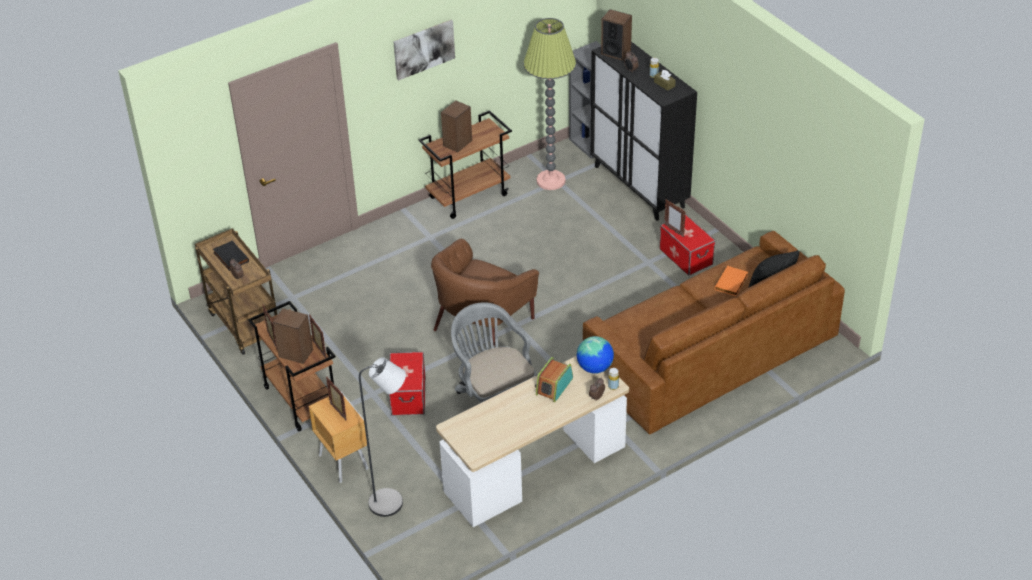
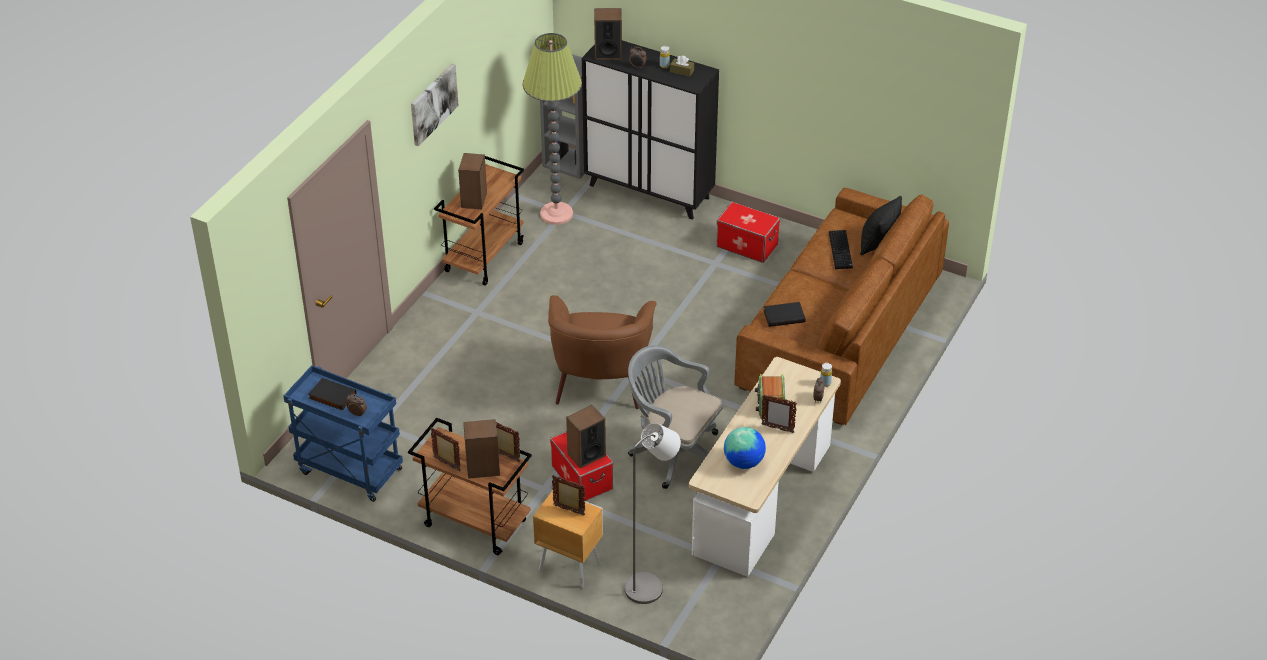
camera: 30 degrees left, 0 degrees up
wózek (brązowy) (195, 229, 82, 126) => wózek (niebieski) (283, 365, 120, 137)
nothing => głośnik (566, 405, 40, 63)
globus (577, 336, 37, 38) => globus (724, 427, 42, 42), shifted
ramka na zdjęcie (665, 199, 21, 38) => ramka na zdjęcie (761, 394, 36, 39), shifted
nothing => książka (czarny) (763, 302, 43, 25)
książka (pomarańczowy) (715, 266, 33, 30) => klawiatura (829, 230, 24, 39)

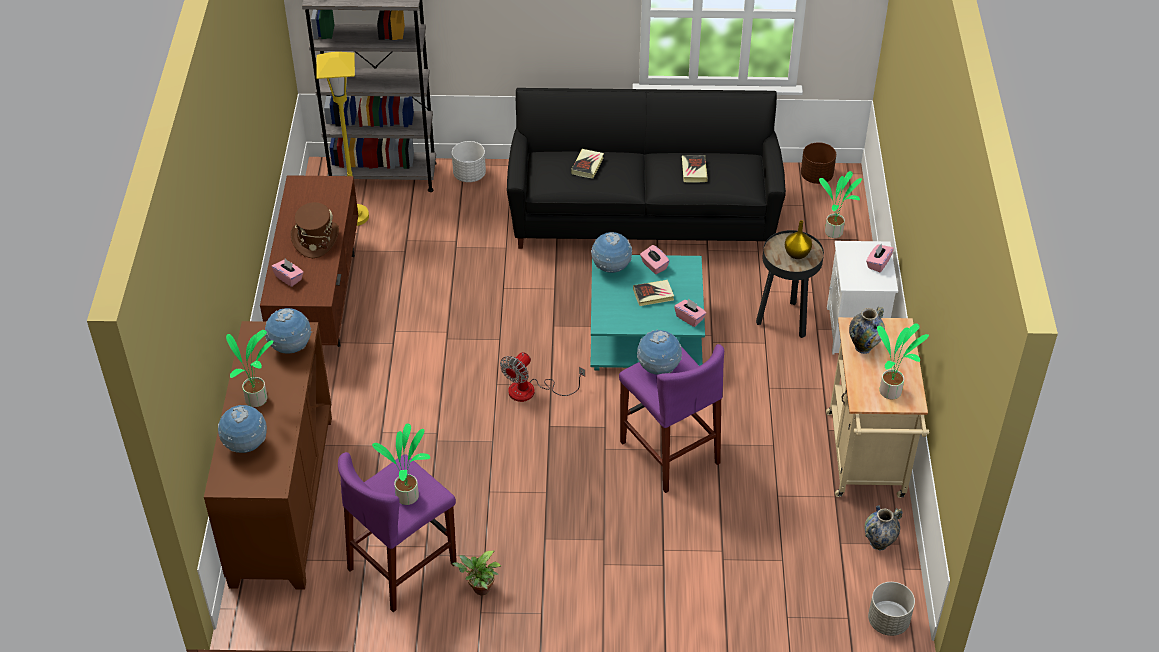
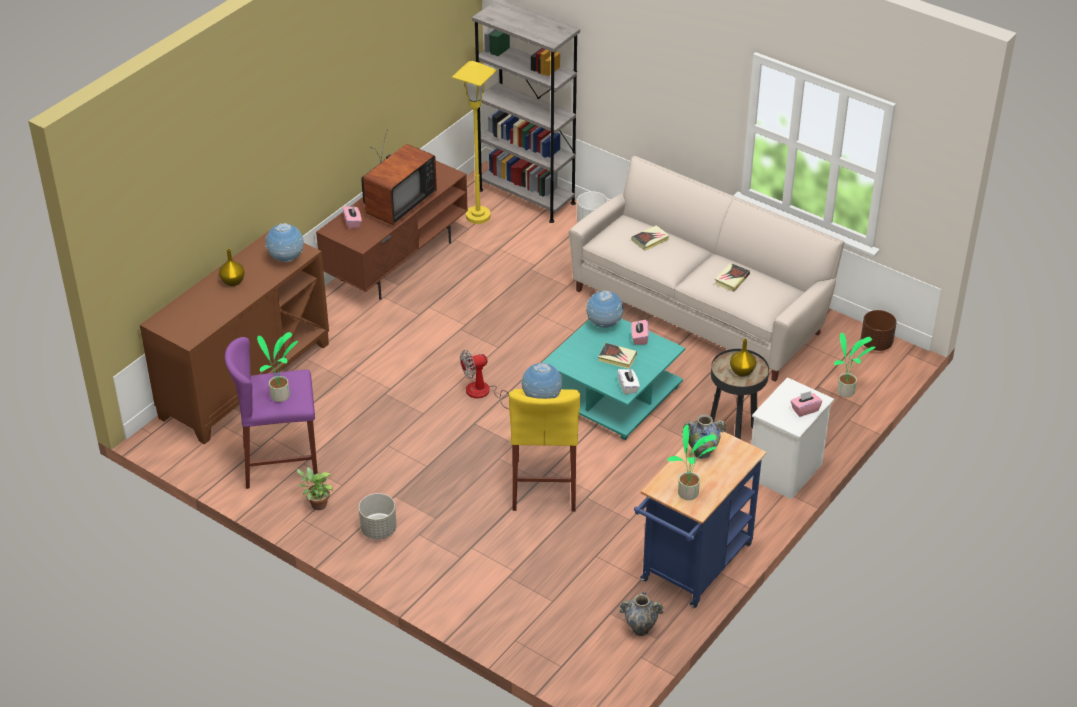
camera: 35 degrees right, 5 degrees down
roślina doniczkowa (226, 330, 48, 77) => wazon (żółty) (219, 249, 26, 37)
donica (szary) (868, 582, 47, 54) => donica (szary) (359, 493, 38, 46), shifted
kapelusz (brązowy) (290, 202, 49, 56) => telewizor (361, 129, 76, 97)
stołek (fioletowy) (619, 344, 105, 149) => stołek (żółty) (509, 389, 71, 123)
kanapa (czarny) (507, 88, 279, 161) => kanapa (beżowy) (569, 156, 275, 225)
pudełko chusteczek (różowy) (674, 298, 32, 29) => pudełko chusteczek (biały) (617, 368, 23, 27)
wózek (beżowy) (826, 317, 103, 181) => wózek (niebieski) (634, 432, 132, 176)
globus (218, 405, 49, 48) => nothing

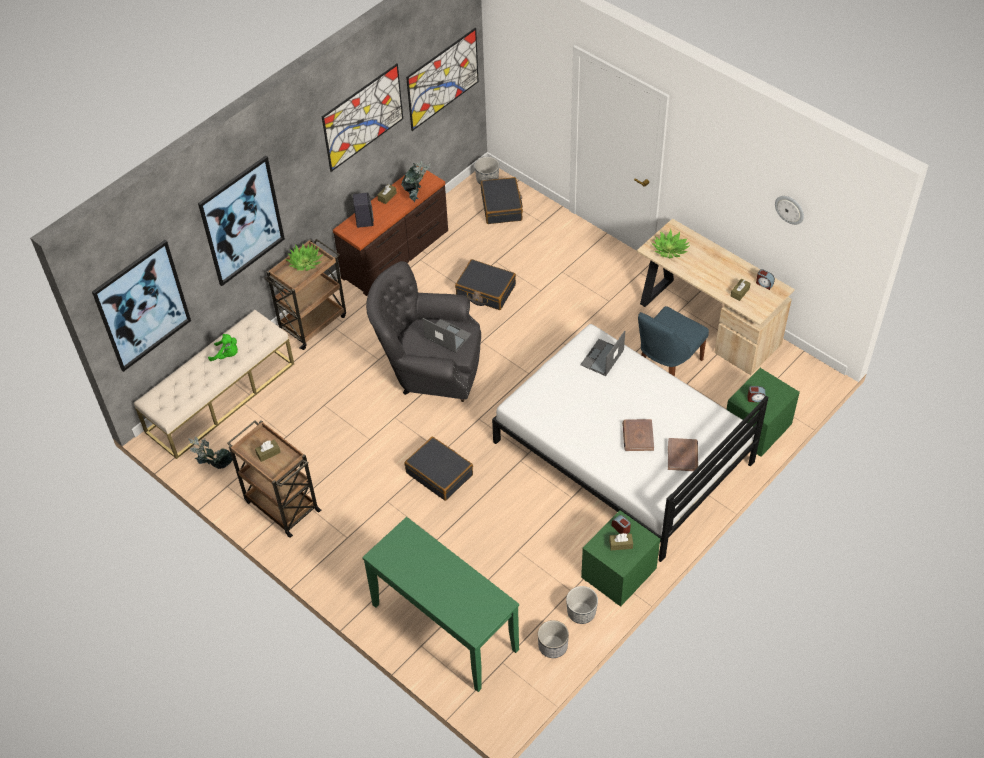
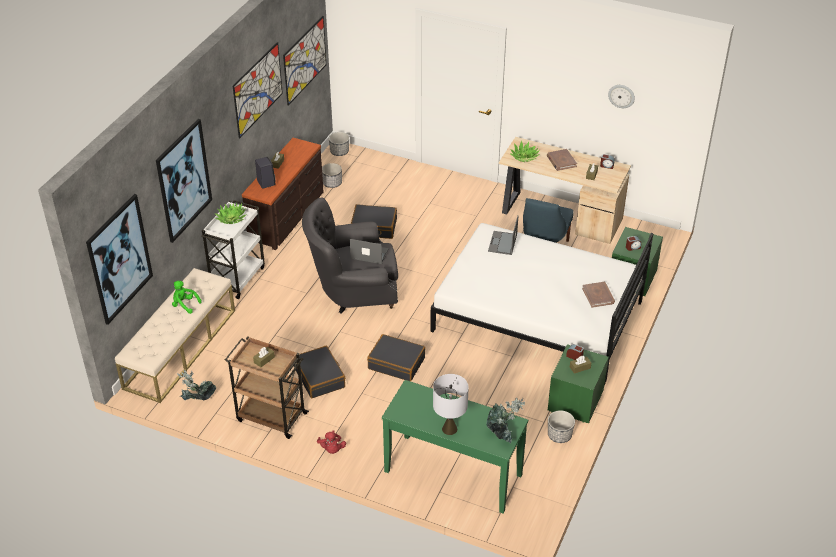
camera: 20 degrees left, 10 degrees down
pluszak (zielony) (208, 334, 30, 27) => pluszak (zielony) (172, 281, 30, 33), 150 degrees counterclockwise
wózek (brązowy) (264, 239, 82, 111) => wózek (biały) (201, 200, 64, 99)
walizka (czarny) (481, 177, 42, 47) => walizka (czarny) (294, 346, 51, 52), shifted
nothing => pluszak (czerwony) (317, 430, 29, 24)
donica (538, 620, 31, 38) => donica (322, 163, 20, 25), shifted
nothing => lampa stołowa (szary) (433, 374, 36, 61)
roślina doniczkowa (401, 161, 29, 41) => roślina doniczkowa (486, 398, 39, 46), shifted
książka (brązowy) (622, 419, 32, 32) => książka (brązowy) (547, 149, 30, 22), shifted

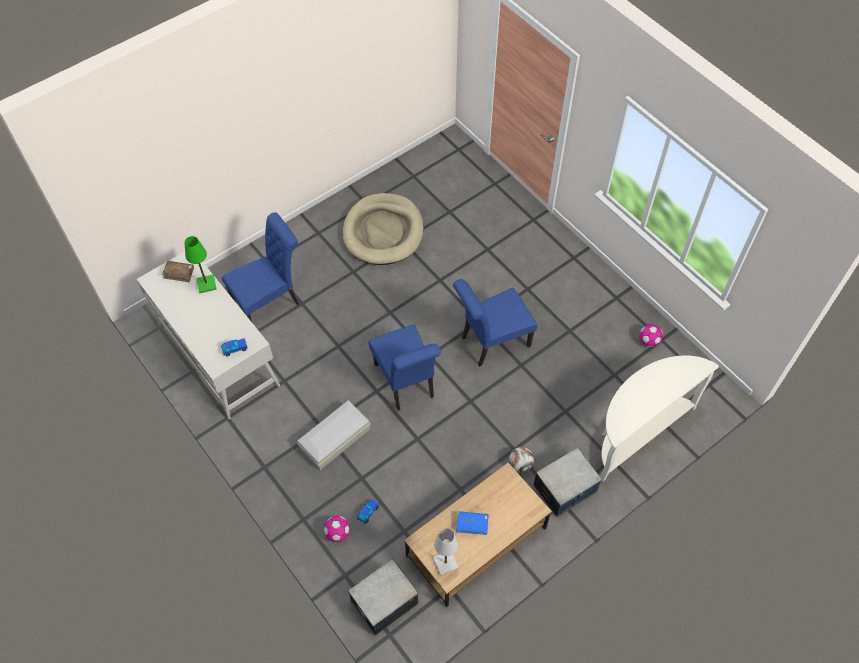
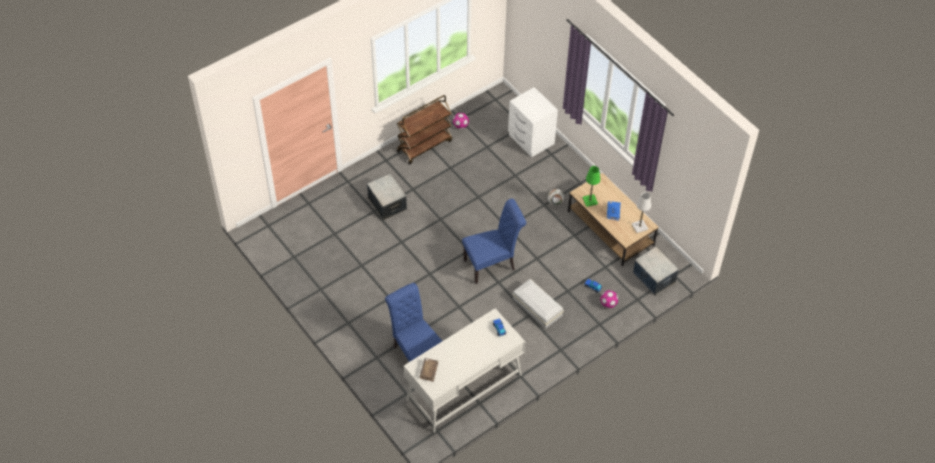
camera: 90 degrees left, 5 degrees down
pojemnik do przechowywania (534, 448, 68, 69) => pojemnik do przechowywania (367, 174, 40, 46), shifted
nothing => wózek (brązowy) (397, 95, 55, 70)
stolik konsolowy (biały) (600, 356, 119, 126) => szafka nocna (biały) (508, 87, 50, 70)
lampa stołowa (zielony) (184, 236, 32, 57) => lampa stołowa (zielony) (583, 166, 17, 41), shifted
legowisko (beżowy) (343, 193, 80, 72) => nothing
krzesło (niebieski) (453, 279, 84, 88) => nothing

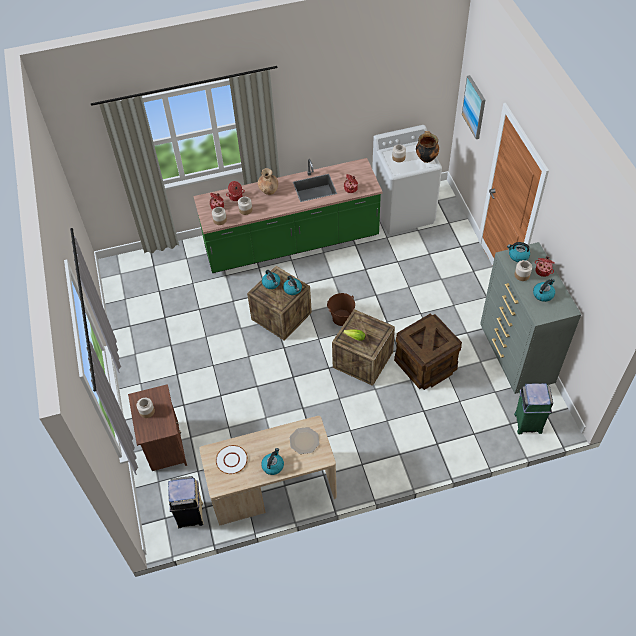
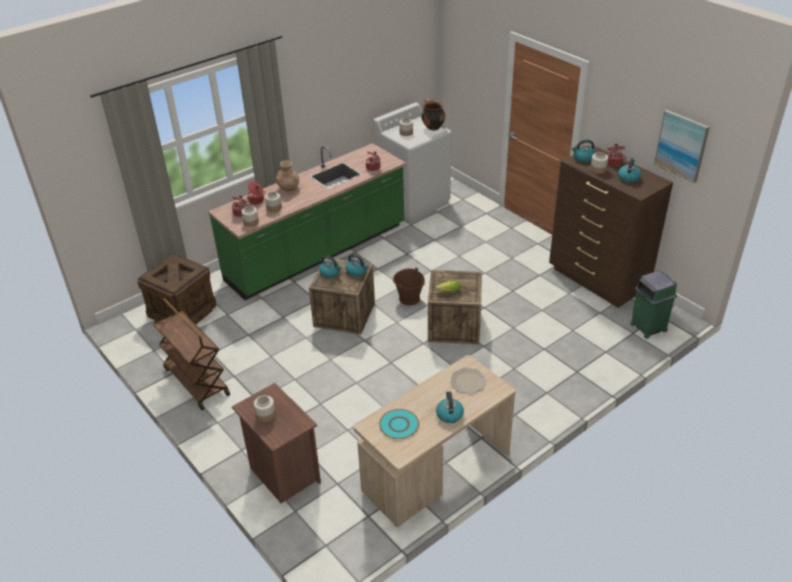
camera: 25 degrees left, 15 degrees down
skrzynka (394, 313, 68, 77) => skrzynka (137, 255, 79, 69), shifted
nothing => wózek (brązowy) (153, 298, 77, 112)
talerz (biały) (216, 445, 32, 29) => talerz (turkusowy) (379, 409, 40, 30)
komoda (szary) (480, 242, 101, 152) => komoda (brązowy) (549, 146, 124, 162)
obraz (462, 75, 23, 64) => obraz (654, 110, 56, 73), shifted
kosz na śmieci (beżowy) (168, 476, 36, 52) => nothing

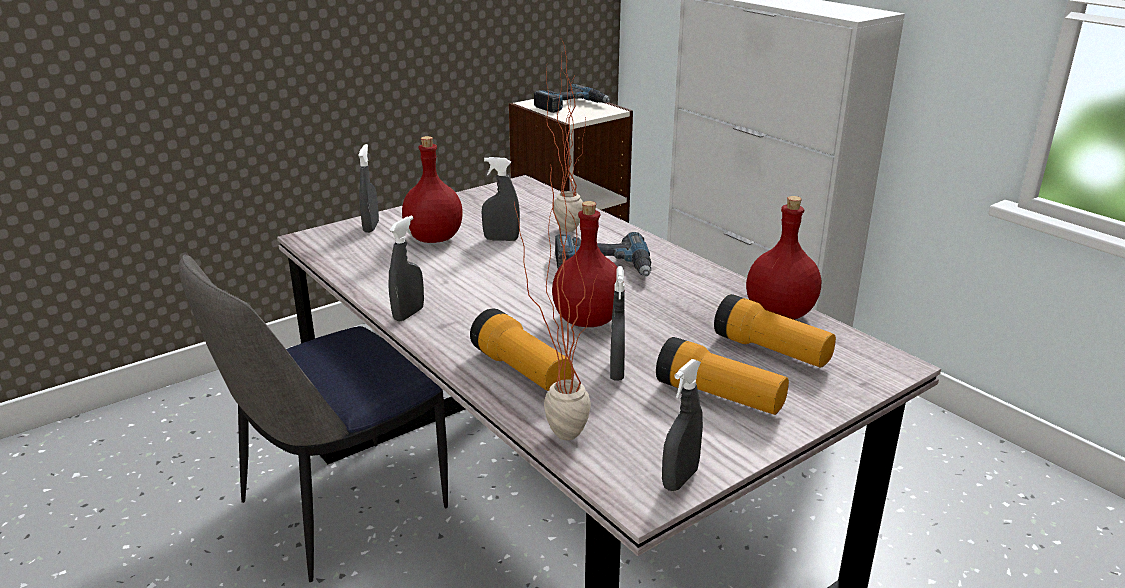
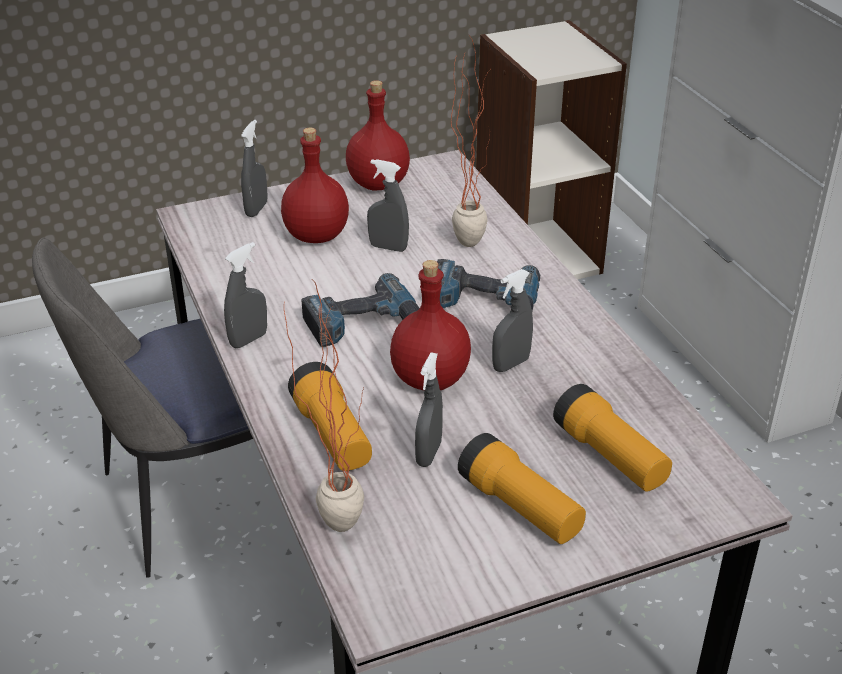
camera: 15 degrees right, 10 degrees up
wiertarka (534, 84, 76, 29) => wiertarka (301, 273, 119, 74), shifted
butelka (czerwony) (746, 196, 75, 124) => butelka (czerwony) (346, 80, 64, 111), shifted
spryskiwacz (szary) (662, 359, 41, 132) => spryskiwacz (szary) (492, 269, 41, 103), shifted

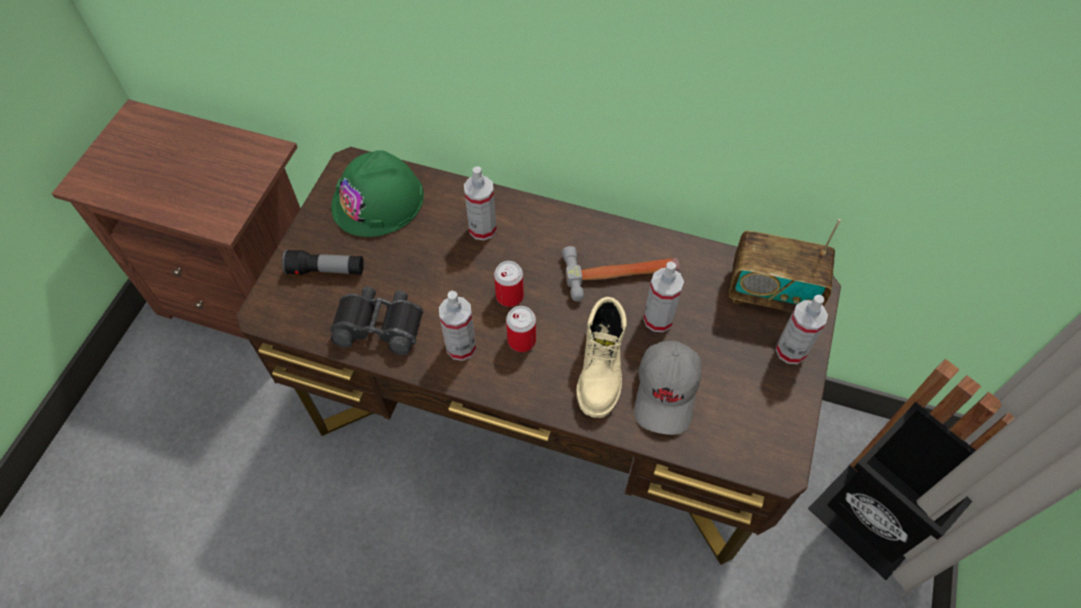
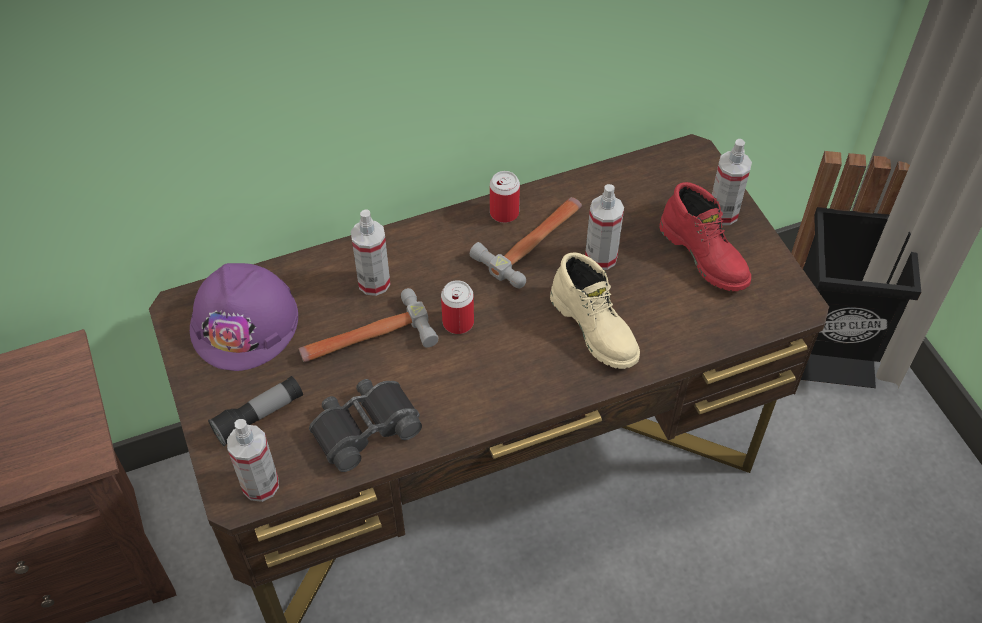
camera: 40 degrees left, 5 degrees down
kask (zielony) (331, 150, 93, 87) => kask (fioletowy) (190, 263, 108, 108)
spryskiwacz (439, 291, 37, 70) => spryskiwacz (227, 419, 52, 83), shifted
nothing => młotek (299, 288, 140, 74)
puszka (506, 306, 30, 46) => puszka (490, 171, 30, 52), shifted
nothing => but z cholewką (czerwony) (659, 182, 92, 109)
czapka z daszkiem (szary) (635, 341, 67, 94) => nothing
radio (729, 219, 112, 93) => nothing

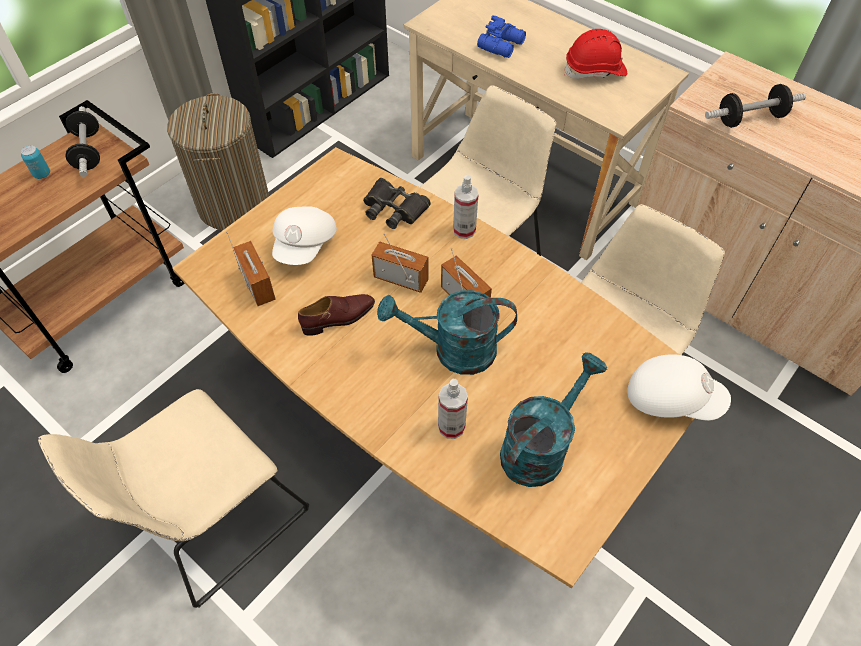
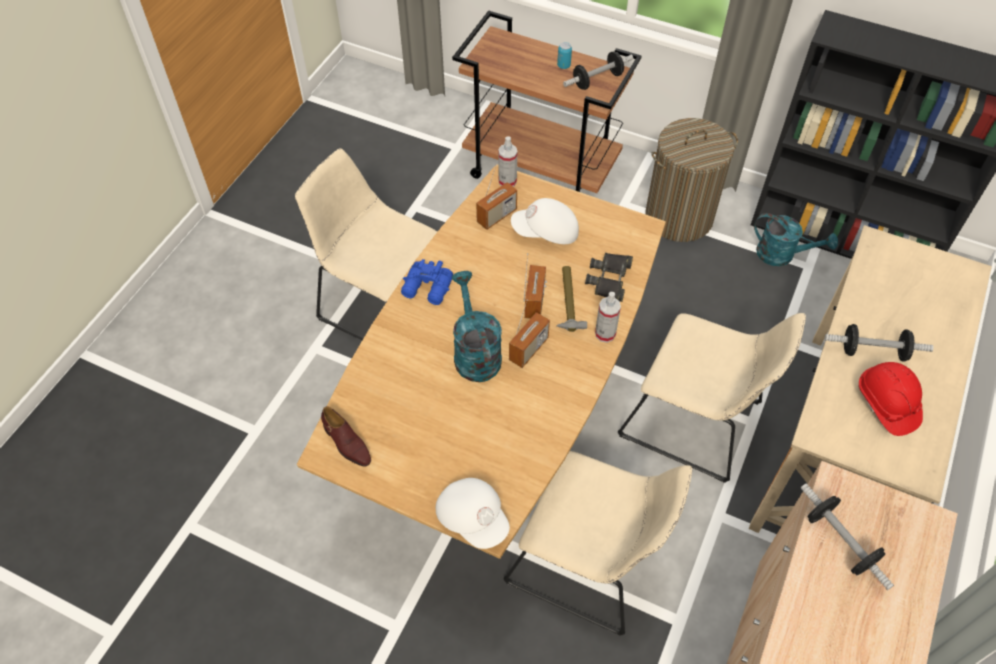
camera: 75 degrees right, 0 degrees up
but (brązowy) (298, 294, 77, 42) => but (brązowy) (321, 406, 50, 61), shifted
lornetka (niebieski) (477, 15, 49, 43) => lornetka (niebieski) (401, 259, 52, 46), shifted
czapka z daszkiem (biały) (627, 354, 104, 67) => czapka z daszkiem (biały) (436, 478, 74, 71), 45 degrees counterclockwise
spryskiwacz (438, 379, 30, 60) => spryskiwacz (498, 136, 19, 51), shifted
nothing => młotek (556, 266, 31, 66)
konewka (turkusowy) (500, 352, 107, 135) => konewka (turkusowy) (754, 213, 84, 53), shifted
nothing => hantel (825, 324, 108, 38)

